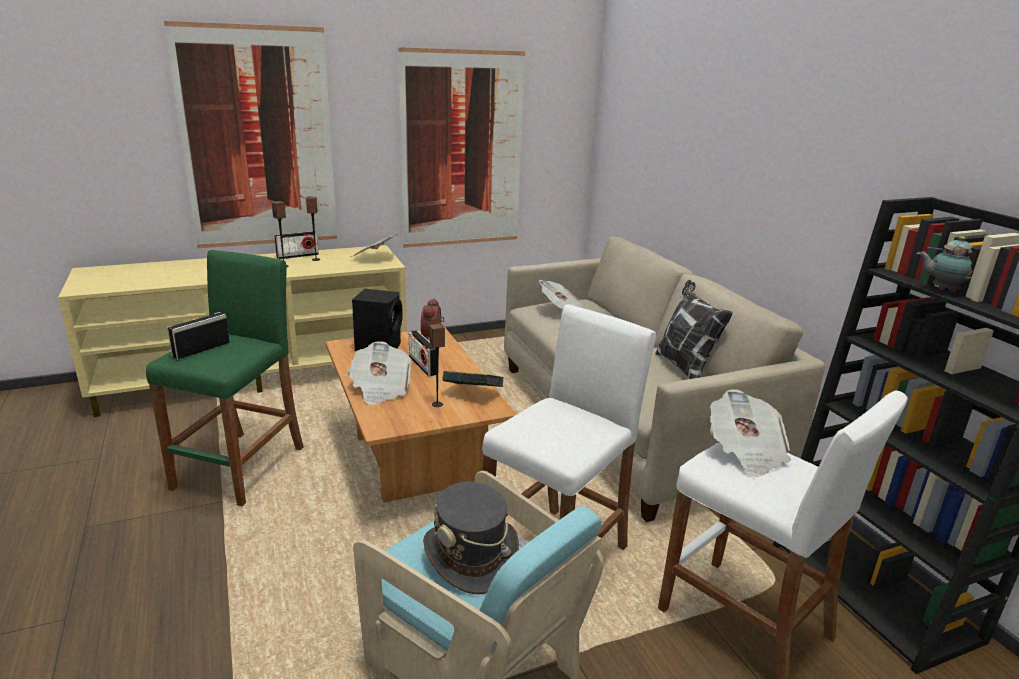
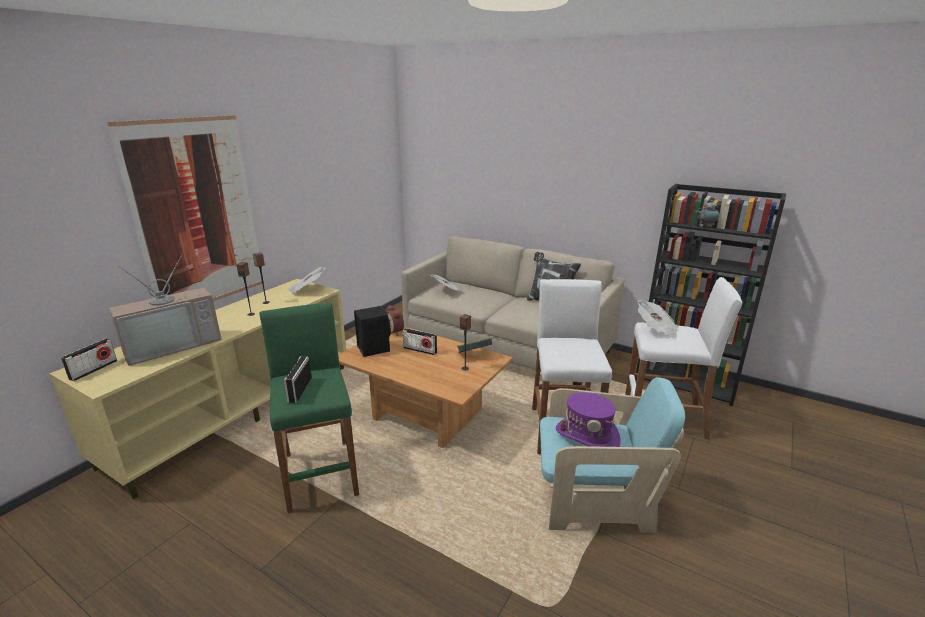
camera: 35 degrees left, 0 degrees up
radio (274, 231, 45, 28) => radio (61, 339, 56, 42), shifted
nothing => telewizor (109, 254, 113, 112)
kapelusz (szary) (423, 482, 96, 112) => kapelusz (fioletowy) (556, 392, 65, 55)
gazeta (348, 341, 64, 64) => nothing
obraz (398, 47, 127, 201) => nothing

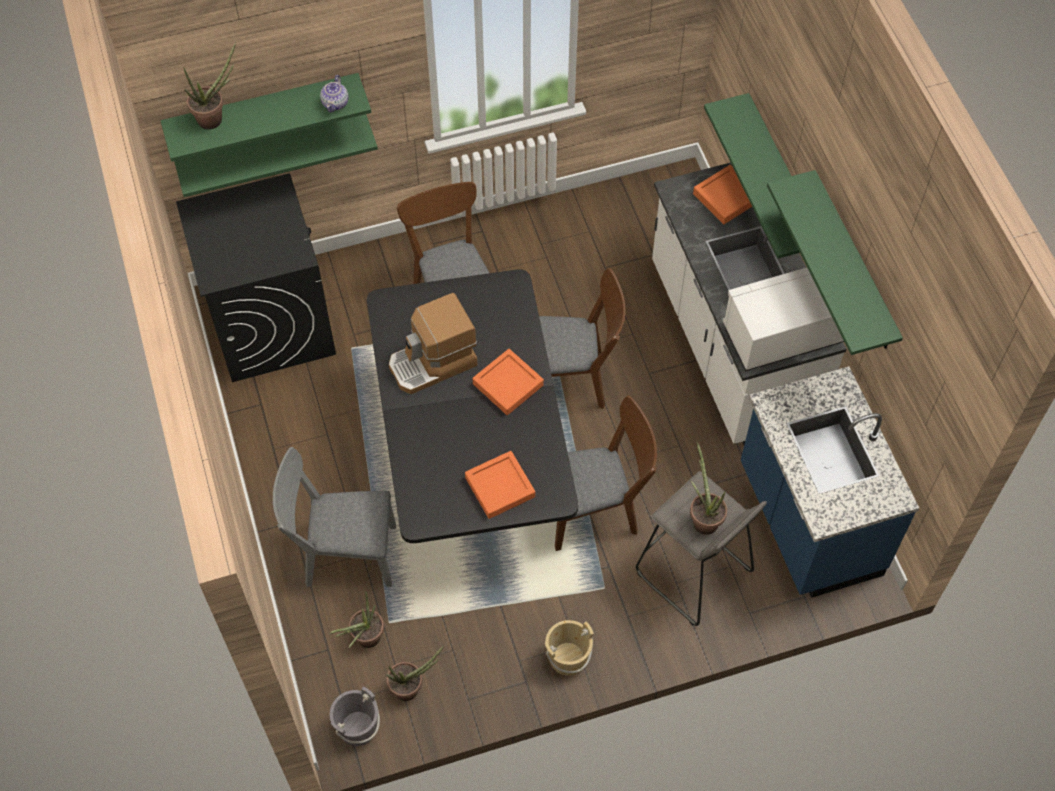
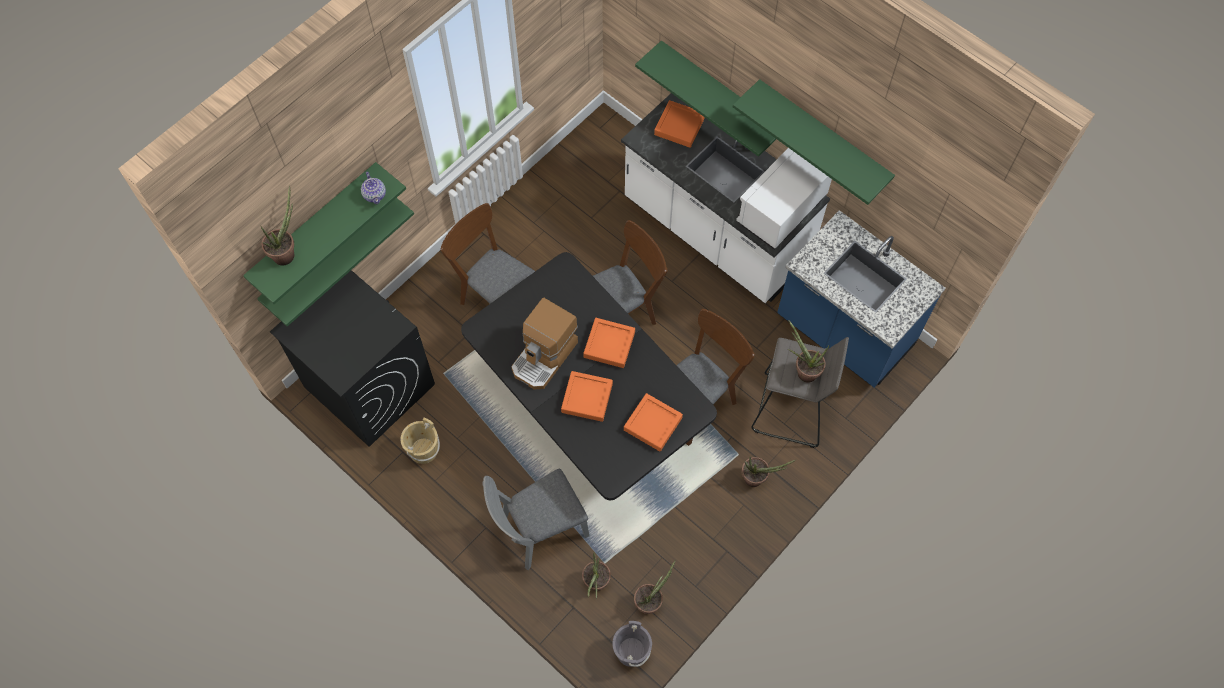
camera: 30 degrees left, 5 degrees up
wiadro (beżowy) (545, 620, 49, 56) => wiadro (beżowy) (401, 418, 39, 46), shifted
nothing => taca (pomarańczowy) (561, 371, 52, 51)
nothing => roślina doniczkowa (741, 456, 55, 31)

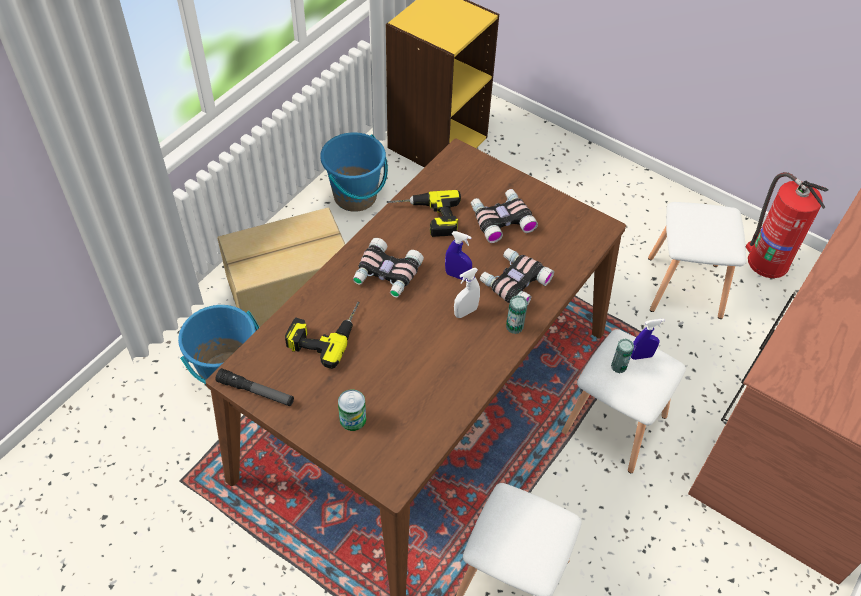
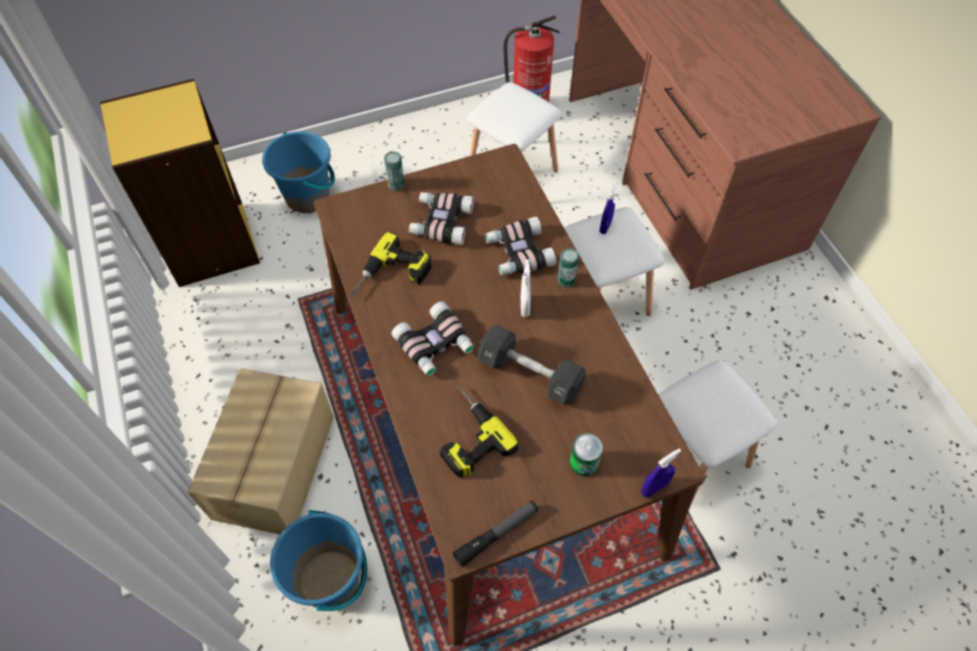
camera: 55 degrees left, 5 degrees up
wiadro (niebieski) (320, 132, 68, 80) => wiadro (niebieski) (262, 131, 73, 82), shifted
puszka (611, 339, 23, 34) => puszka (384, 151, 21, 40), shifted
nothing => hantel (czarny) (478, 325, 108, 80)
spryskiwacz (niebieski) (445, 231, 27, 50) => spryskiwacz (niebieski) (641, 448, 40, 50), shifted

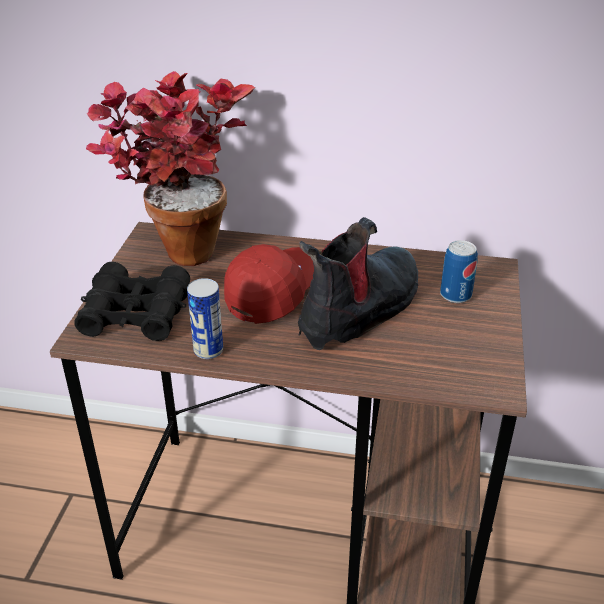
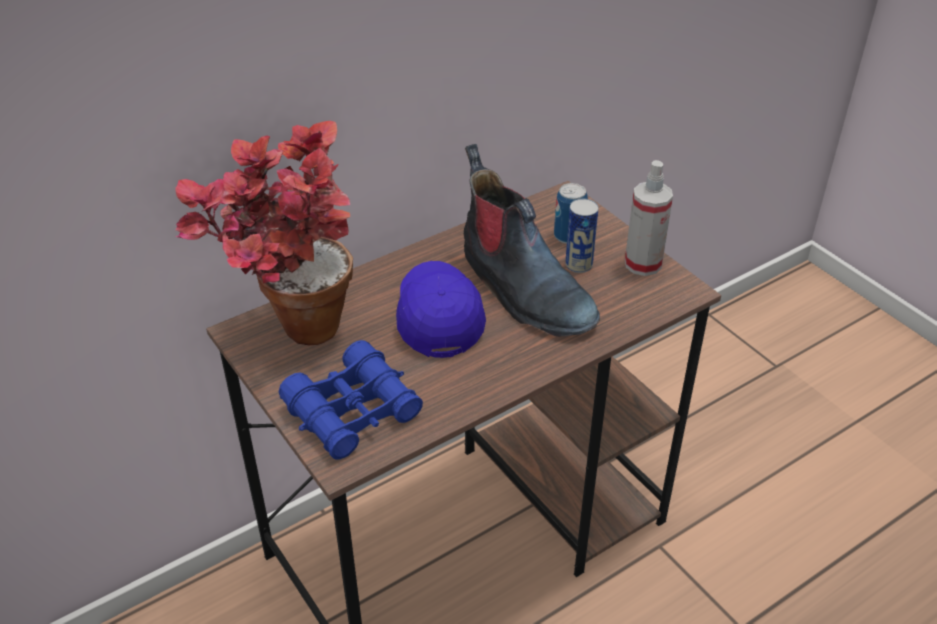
camera: 45 degrees left, 5 degrees up
lornetka (czarny) (74, 262, 116, 79) => lornetka (niebieski) (279, 340, 144, 120)
czapka z daszkiem (czerwony) (224, 244, 90, 80) => czapka z daszkiem (niebieski) (396, 261, 90, 97)
but z cholewką (298, 217, 121, 133) => but z cholewką (464, 144, 136, 193), 150 degrees clockwise
puszka (187, 278, 36, 81) => puszka (565, 199, 34, 74), shifted
nothing => spryskiwacz (625, 160, 48, 116)

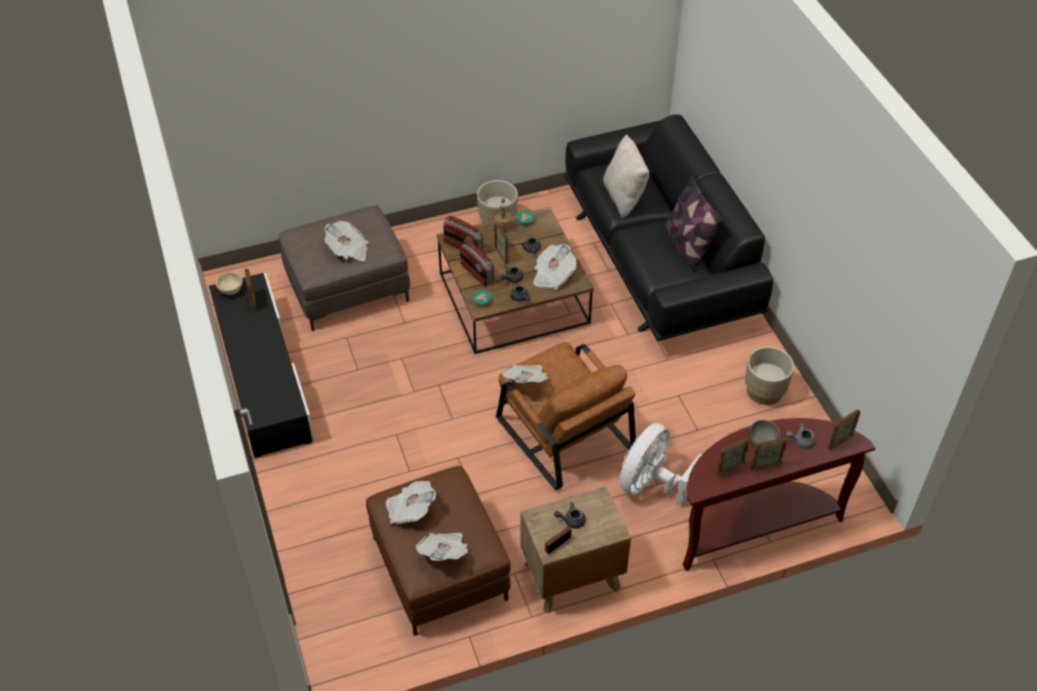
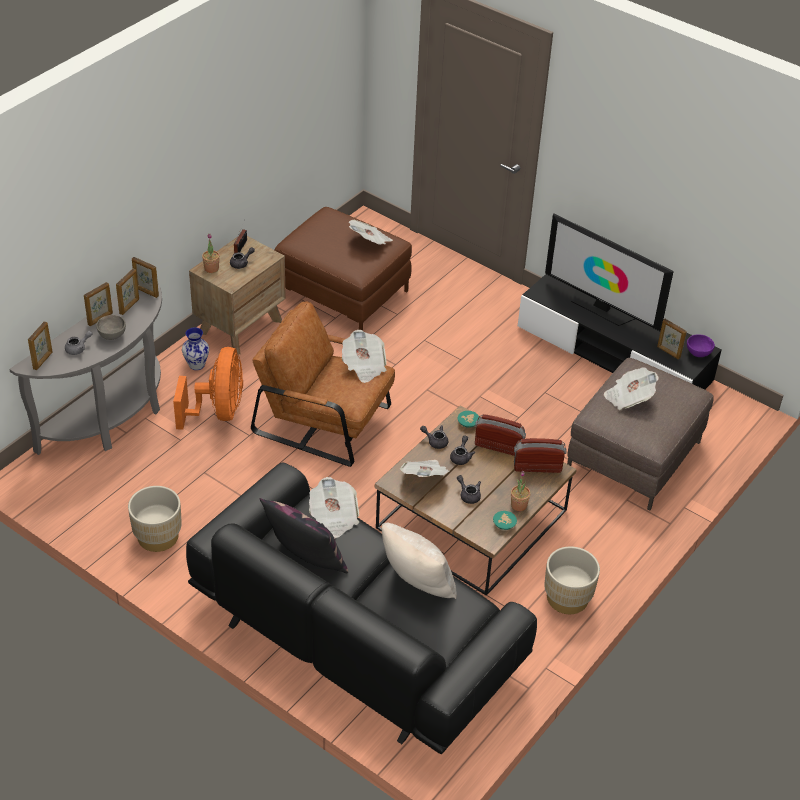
camera: 145 degrees right, 5 degrees down
stolik konsolowy (brązowy) (683, 418, 192, 153) => stolik konsolowy (szary) (9, 284, 153, 171)
ramka na zdjęcie (494, 223, 15, 42) => ramka na zdjęcie (132, 257, 27, 41), shifted
wentylator (biały) (619, 423, 82, 83) => wentylator (pomarańczowy) (173, 347, 70, 83)
nothing => wazon (182, 327, 27, 43)
nothing => roślina doniczkowa (202, 234, 18, 39)
gazeta (416, 533, 52, 28) => gazeta (309, 477, 50, 61), shifted
nothing => telewizor (545, 214, 129, 117)
miska (beżowy) (216, 272, 27, 23) => miska (fioletowy) (687, 334, 28, 23)

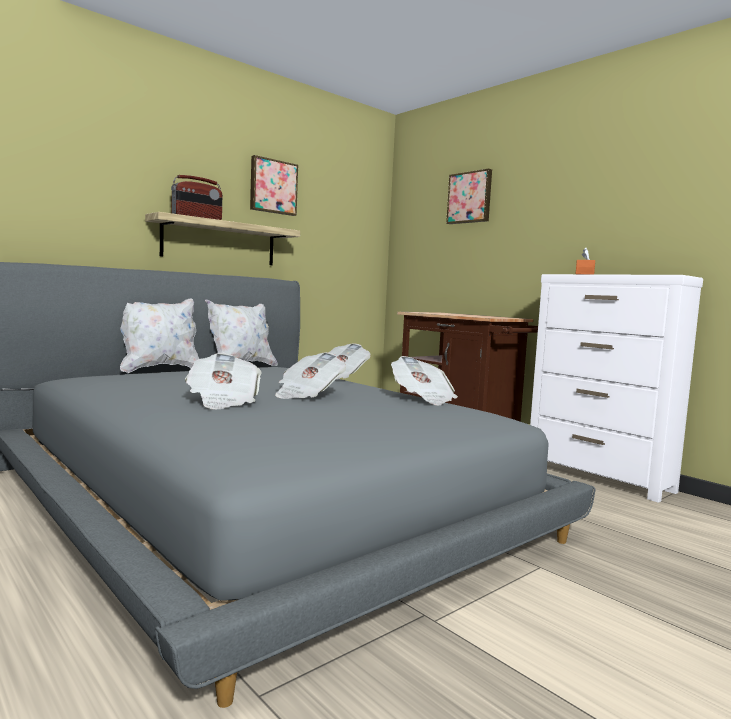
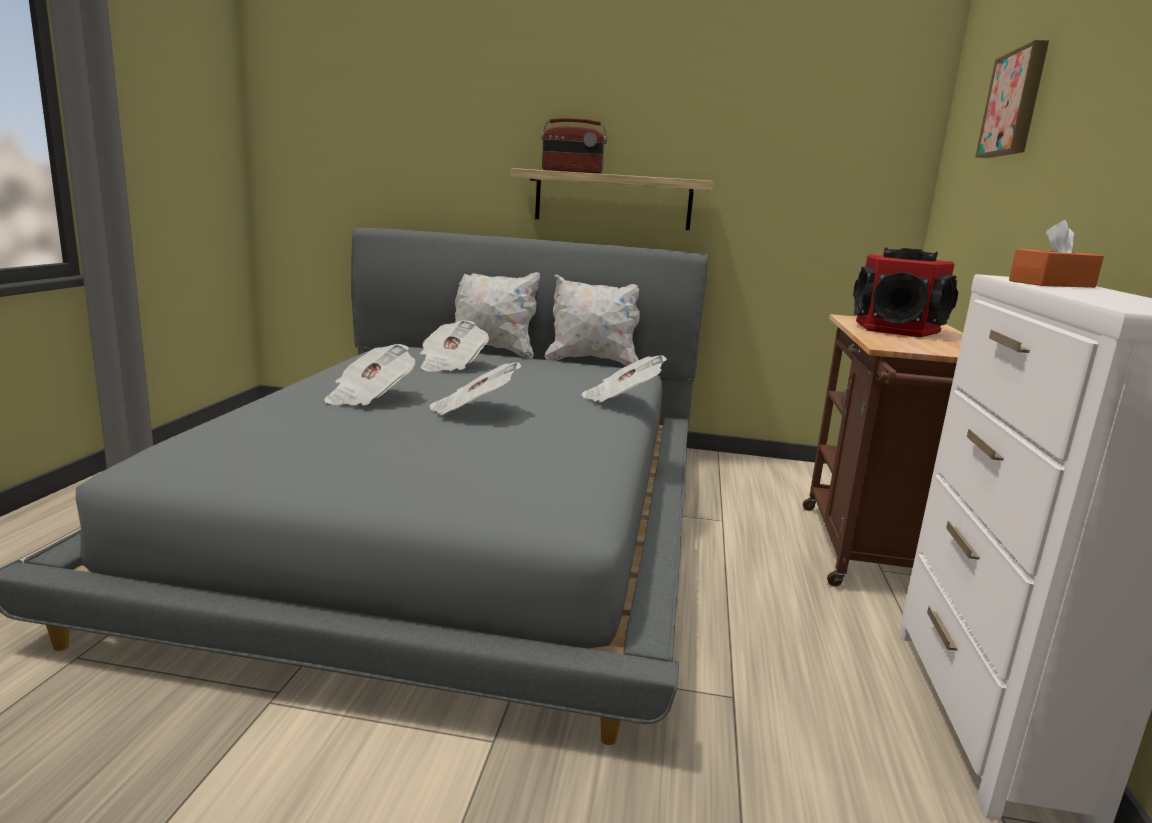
camera: 50 degrees right, 10 degrees up
gazeta (391, 356, 67, 49) => gazeta (420, 320, 69, 52), shifted
nothing => głośnik (853, 247, 105, 90)
obraz (250, 155, 48, 61) => nothing

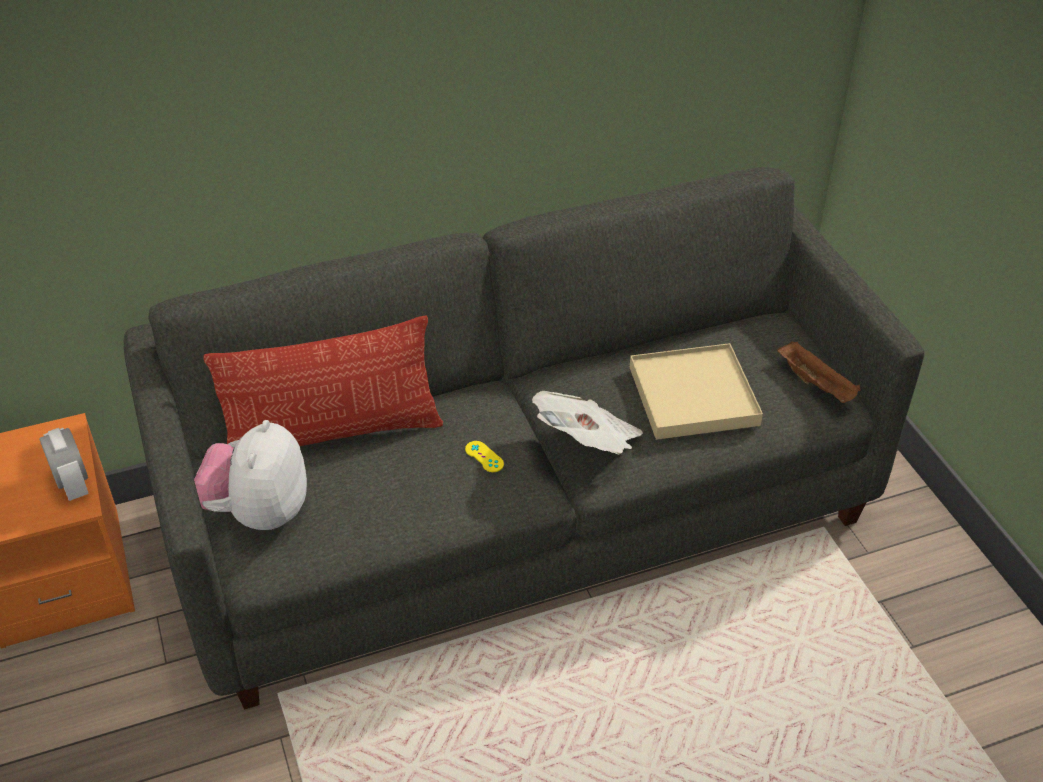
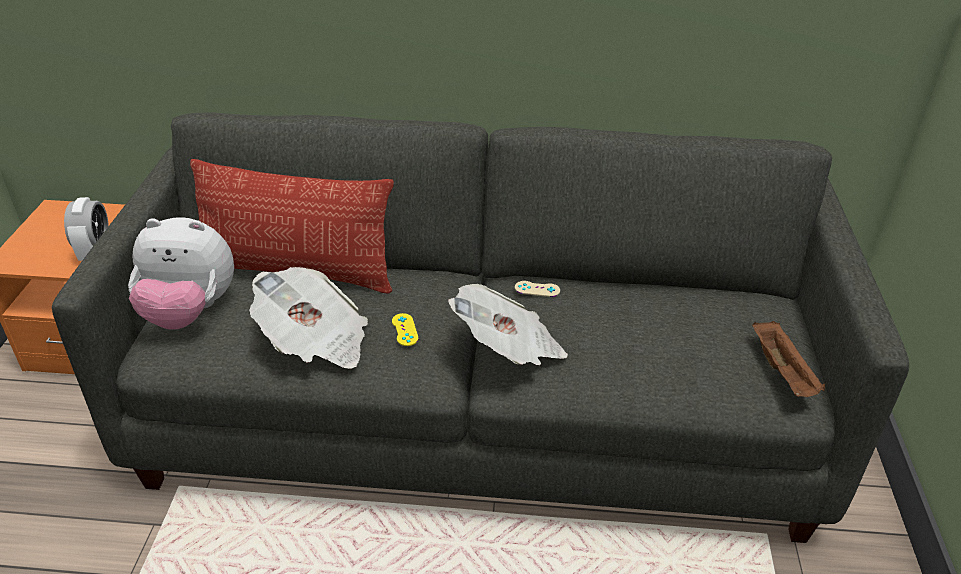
camera: 25 degrees right, 5 degrees down
pluszak (194, 420, 113, 110) => pluszak (128, 217, 106, 113), 120 degrees counterclockwise
nothing => gazeta (249, 267, 119, 102)
nothing => pad do gier (beżowy) (515, 281, 45, 16)
taca (beżowy) (630, 343, 133, 97) => nothing

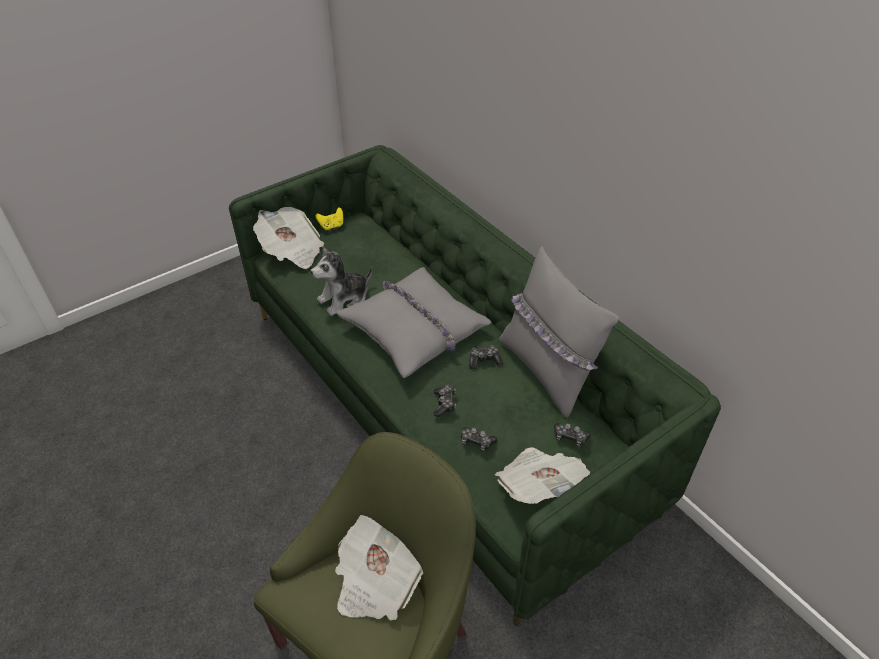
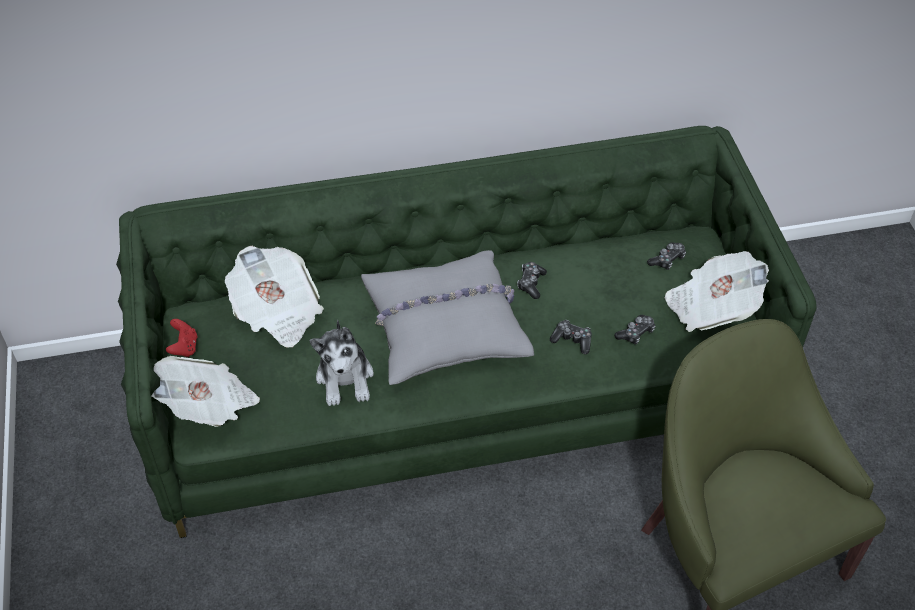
camera: 65 degrees left, 5 degrees up
pad do gier (żółty) (315, 207, 28, 24) => pad do gier (czerwony) (166, 319, 32, 38)
gazeta (335, 515, 88, 105) => gazeta (225, 246, 99, 102), shifted
poduszka (szary) (499, 246, 120, 172) => nothing

